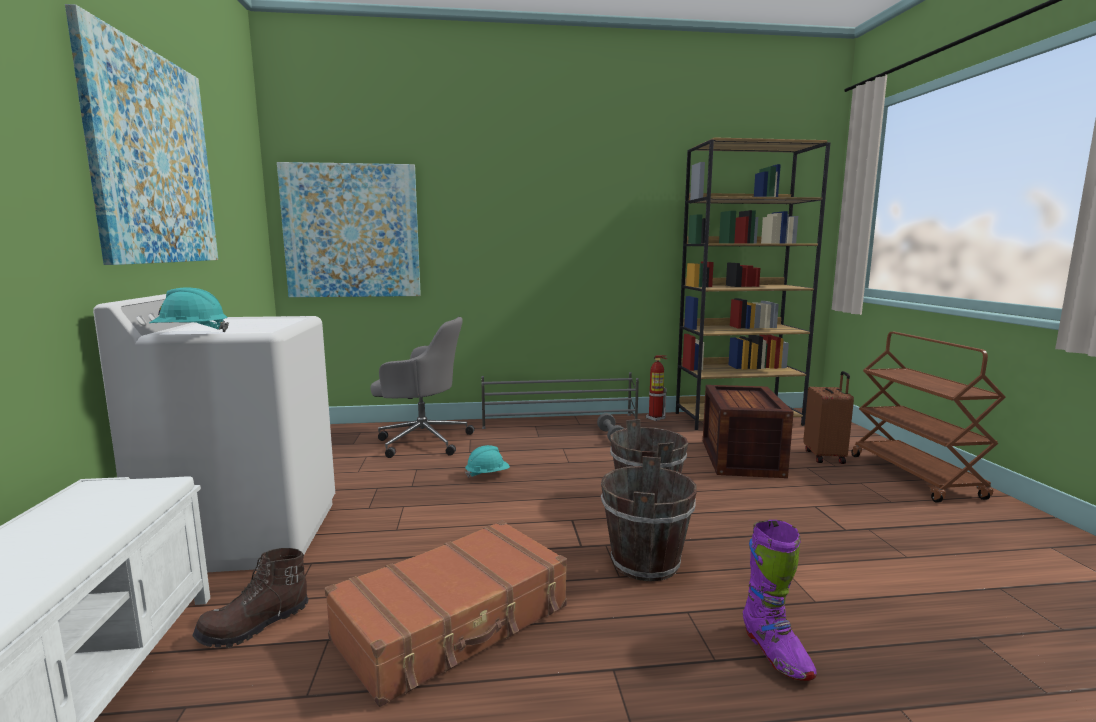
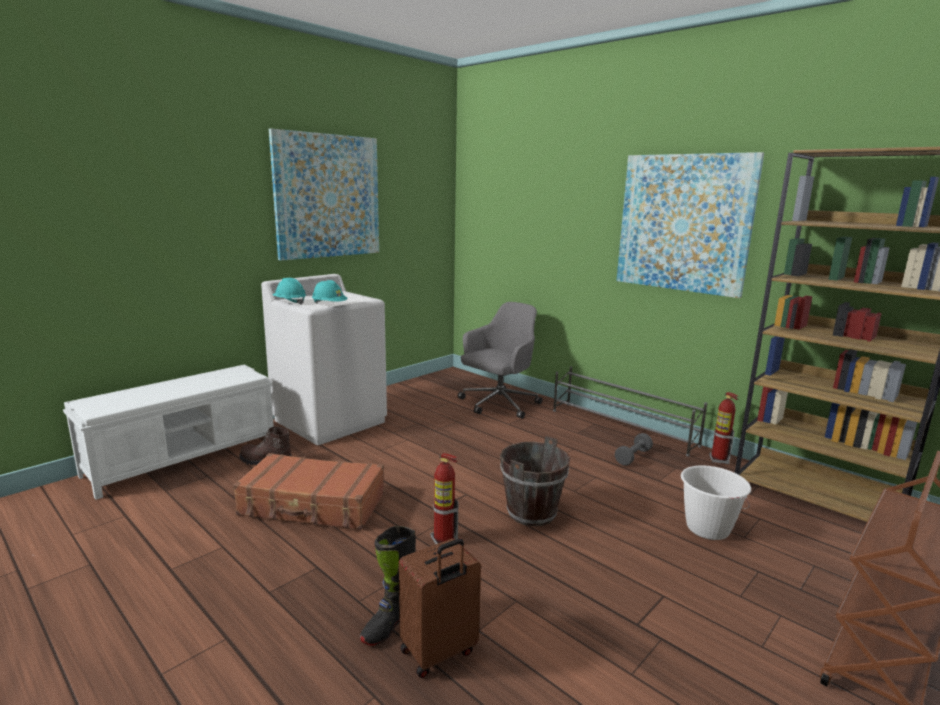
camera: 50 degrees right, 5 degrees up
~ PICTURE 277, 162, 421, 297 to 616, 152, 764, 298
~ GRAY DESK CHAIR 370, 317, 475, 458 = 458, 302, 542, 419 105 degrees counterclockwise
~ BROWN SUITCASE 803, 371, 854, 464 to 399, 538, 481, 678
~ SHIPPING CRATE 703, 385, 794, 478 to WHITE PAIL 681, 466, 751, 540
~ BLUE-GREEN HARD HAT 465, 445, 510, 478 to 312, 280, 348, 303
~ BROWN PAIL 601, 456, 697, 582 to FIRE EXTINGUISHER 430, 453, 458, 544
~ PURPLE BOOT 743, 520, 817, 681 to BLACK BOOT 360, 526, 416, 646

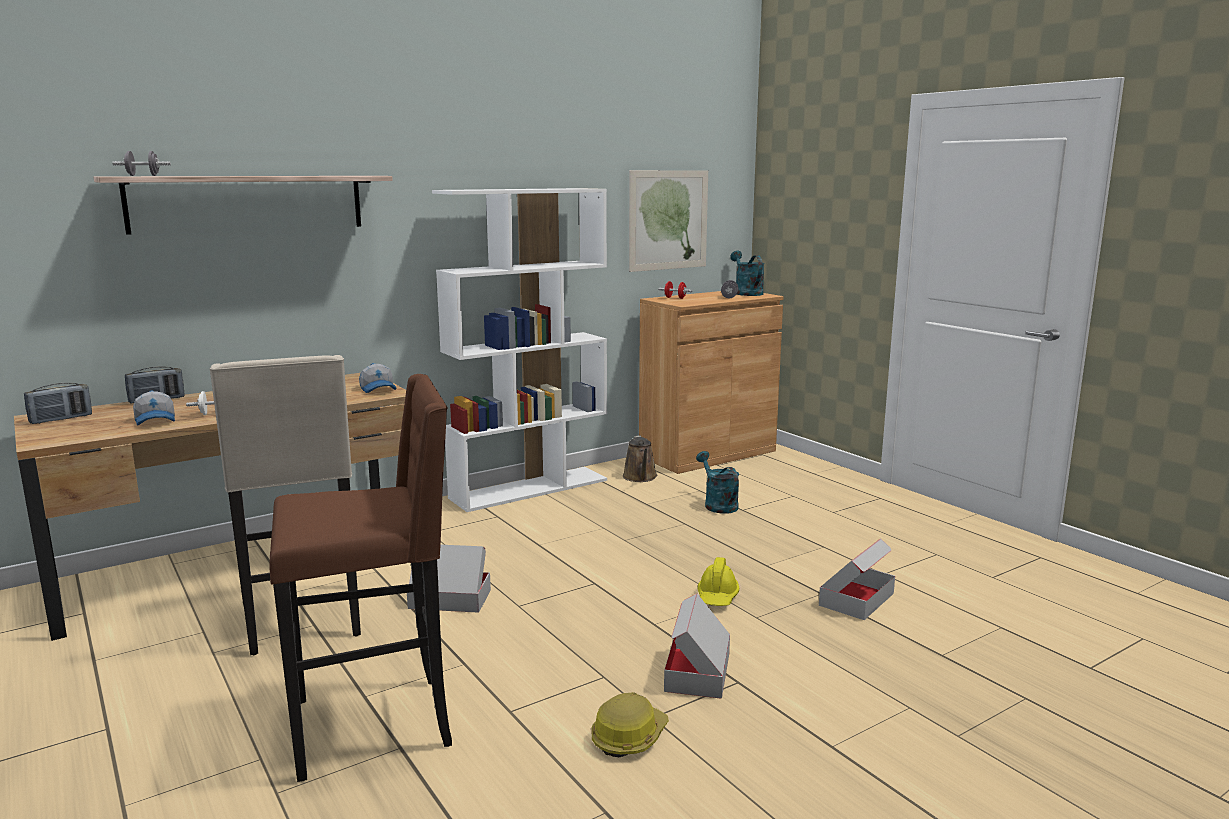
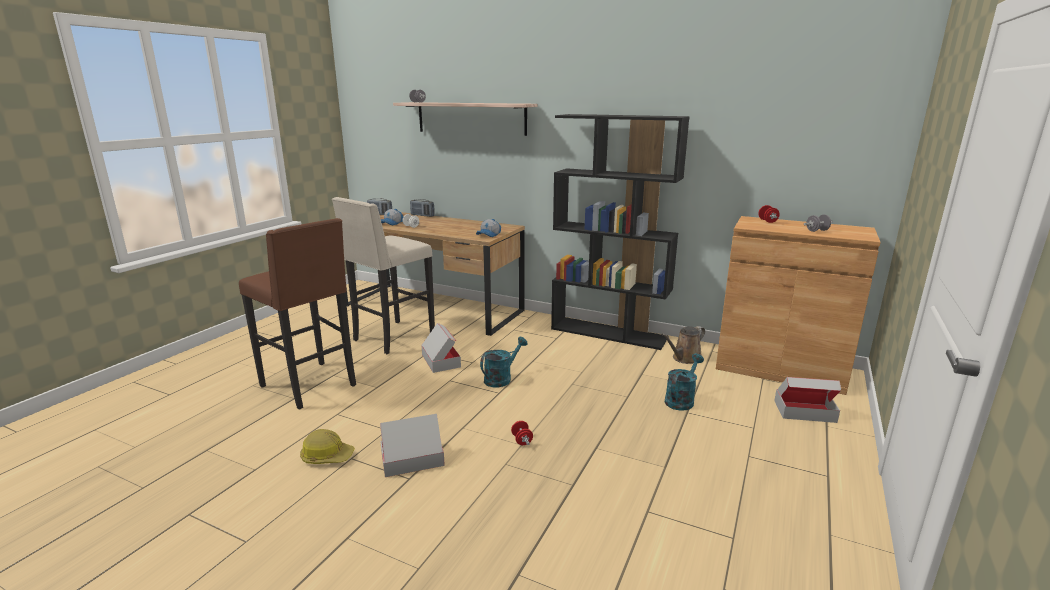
camera: 60 degrees right, 5 degrees up
- PICTURE 629, 170, 708, 272
~ WHITE BOOKCASE 432, 188, 607, 512 to BLACK BOOKCASE 551, 114, 690, 350
~ BLUE-GREEN WATERING POT 730, 250, 765, 296 to 480, 337, 528, 387
~ CARDBOARD BOX 819, 538, 895, 620 to 774, 377, 841, 423
~ YELLOWISH HARD HAT 697, 557, 739, 606 to REDDISH FREE WEIGHT 511, 421, 533, 445

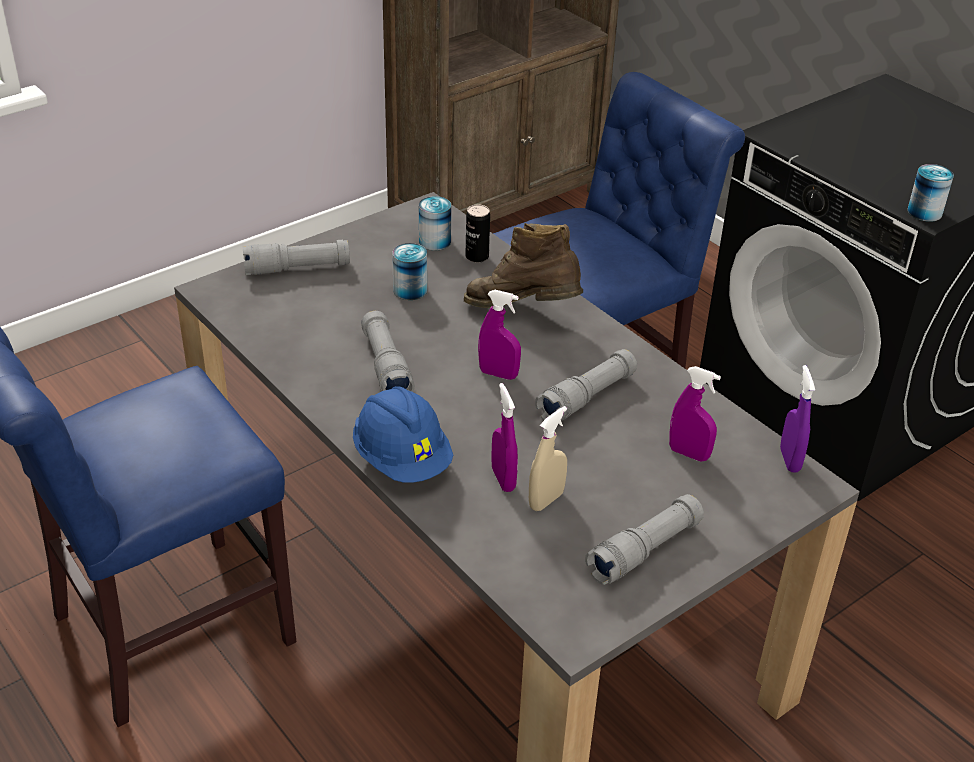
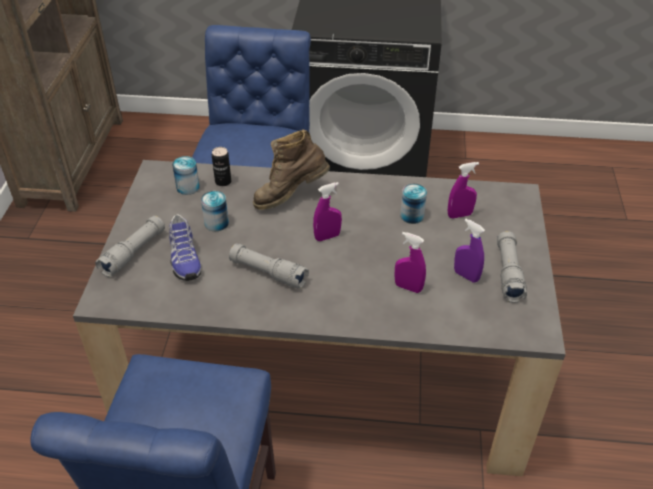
camera: 45 degrees left, 5 degrees up
~ CAN 907, 164, 954, 222 to 400, 184, 427, 224
- GRAY TORCH 535, 349, 637, 421
~ PURPLE SPRAY BOTTLE 780, 365, 815, 472 to 454, 219, 485, 283
- BLUE-COLOURED HARD HAT 353, 386, 453, 483
- SAND-COLOURED SPRAY BOTTLE 529, 406, 567, 511
+ LOW SHOE 169, 214, 201, 281

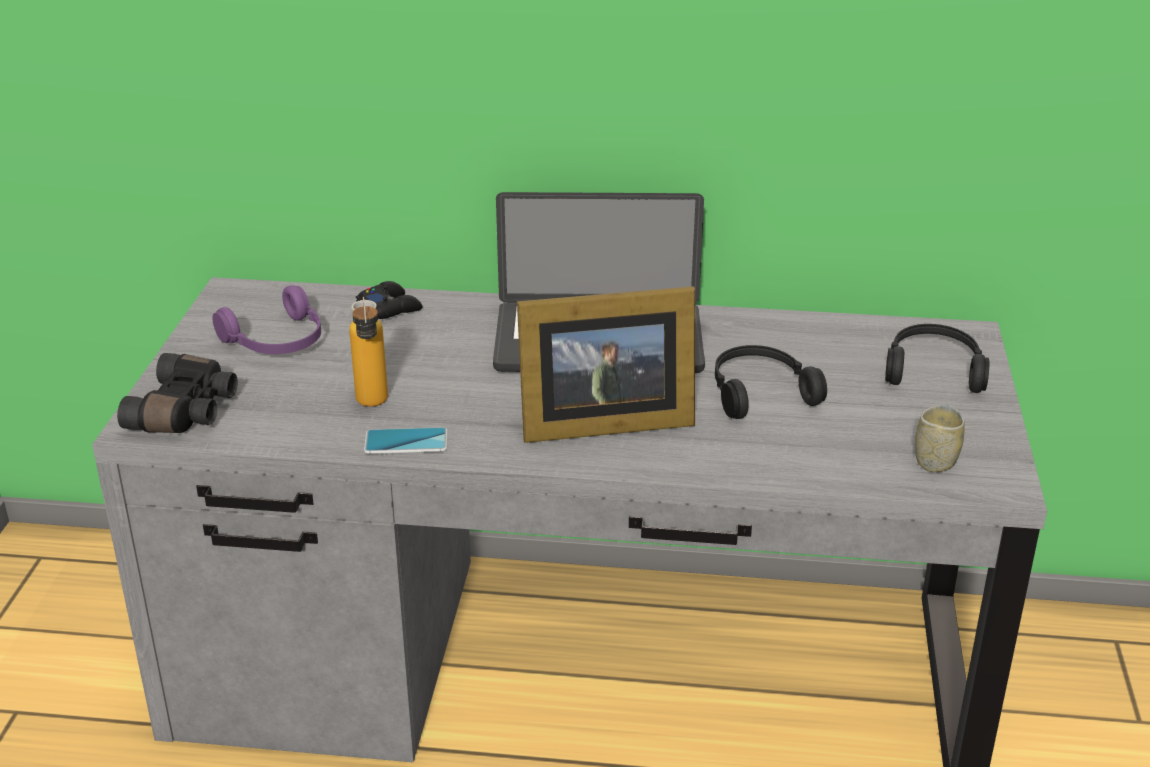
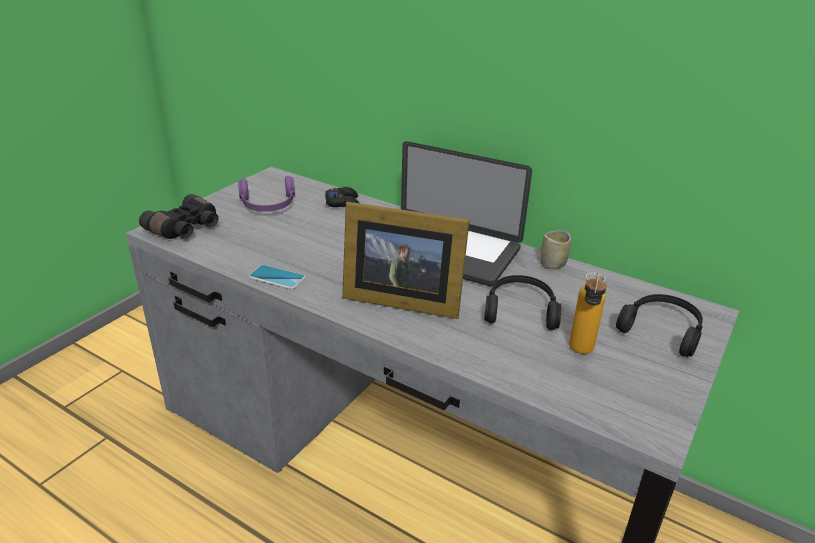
camera: 25 degrees right, 0 degrees up
~ DRINK BOTTLE 349, 297, 388, 407 to 569, 272, 607, 354
~ SMALL CUP 915, 405, 965, 473 to 541, 230, 571, 269

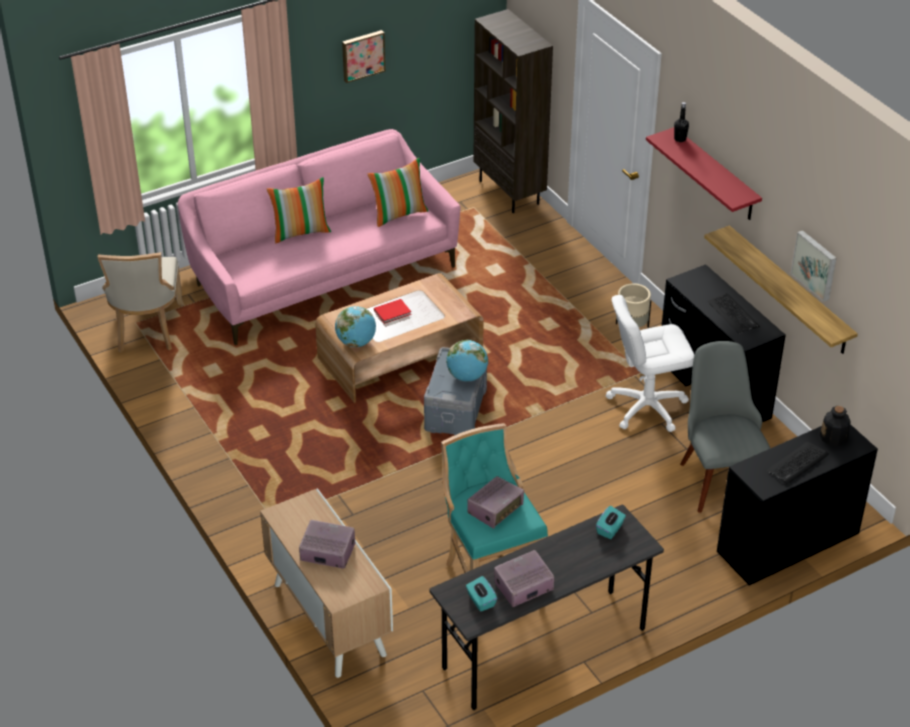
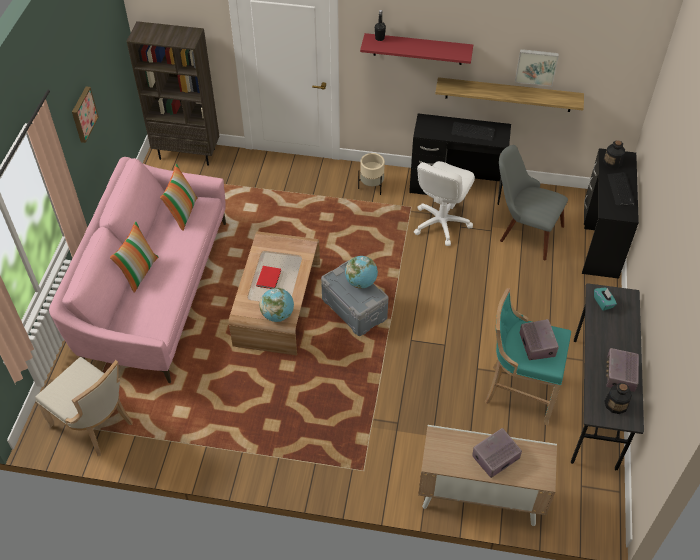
camera: 50 degrees left, 10 degrees up
~ BLUE-GREEN TISSUE HOLDER 466, 576, 497, 612 to DRINK BOTTLE 604, 383, 632, 414

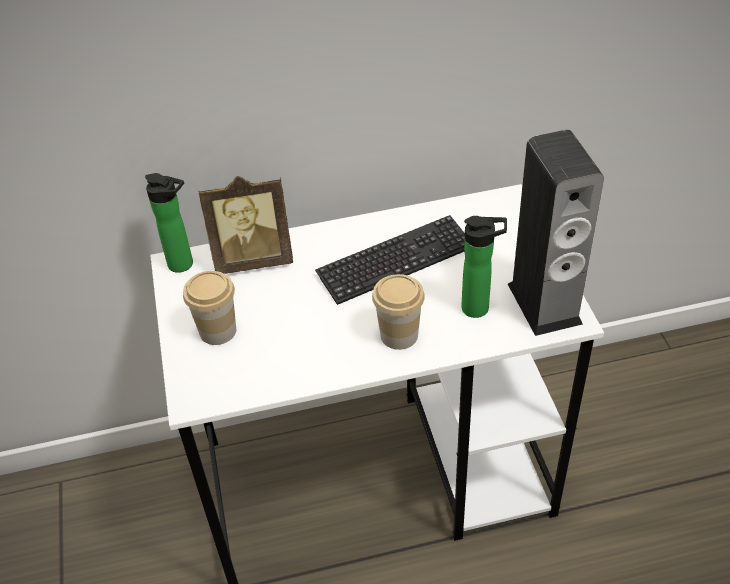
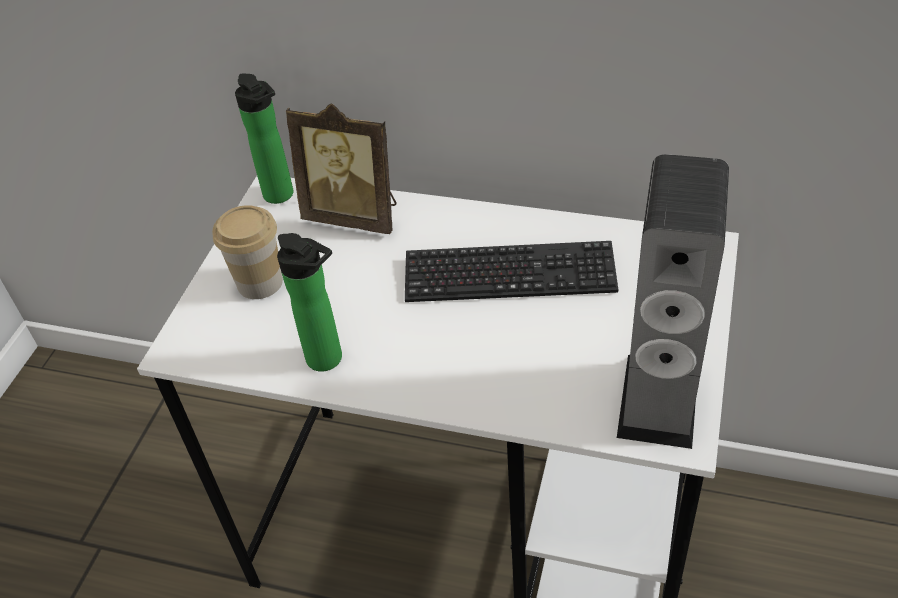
camera: 30 degrees right, 0 degrees up
~ DRINK BOTTLE 461, 216, 507, 318 to 277, 233, 342, 372
- SMALL CUP 372, 274, 425, 350

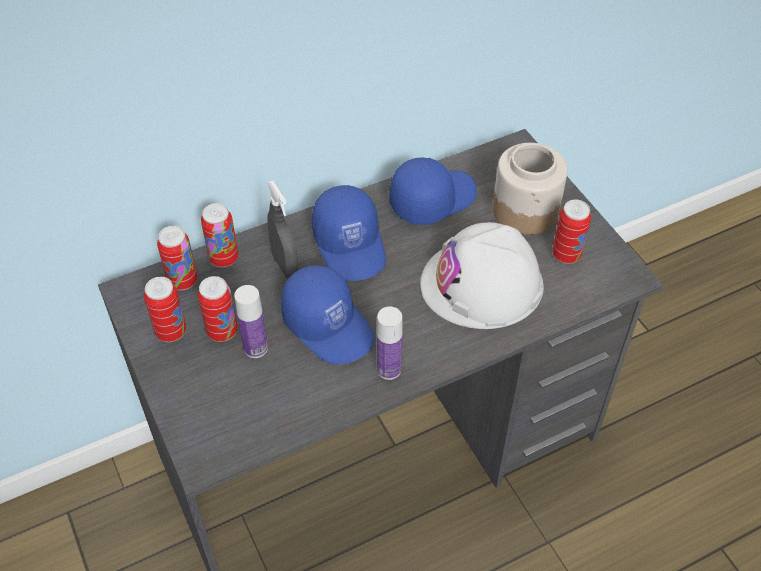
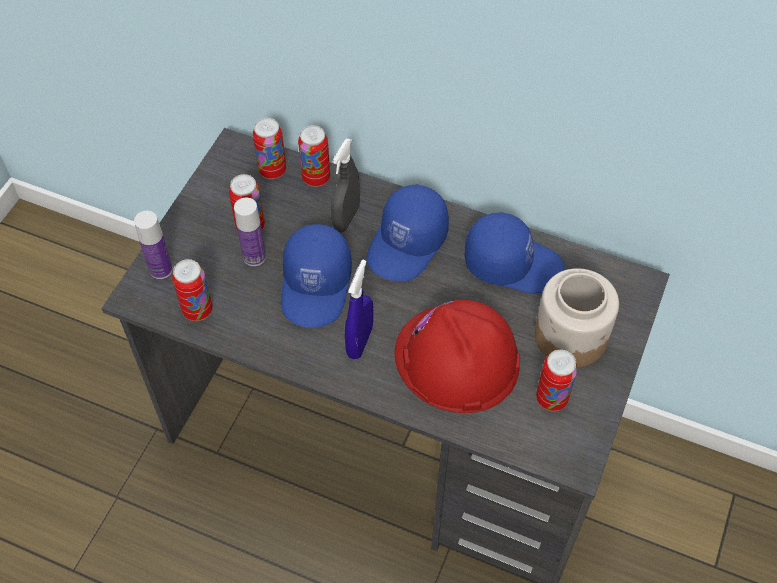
camera: 50 degrees right, 5 degrees up
~ WHITE HARD HAT 420, 222, 544, 329 to REDDISH HARD HAT 395, 300, 520, 413
~ CAN 144, 277, 186, 342 to 172, 259, 213, 321
~ DRINK BOTTLE 377, 307, 403, 380 to 134, 211, 173, 279
+ BLUE-COLOURED SPRAY BOTTLE 345, 260, 373, 359

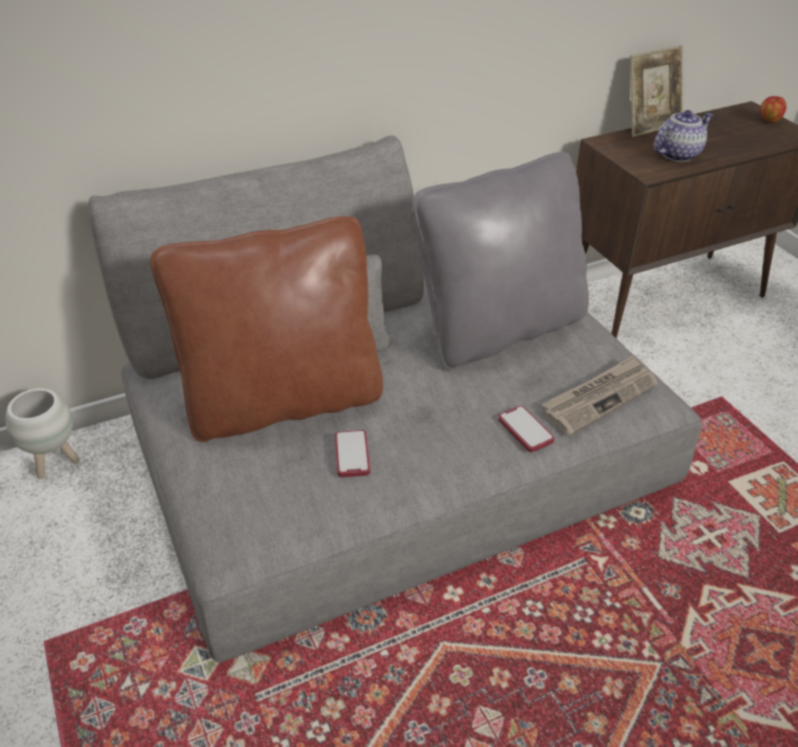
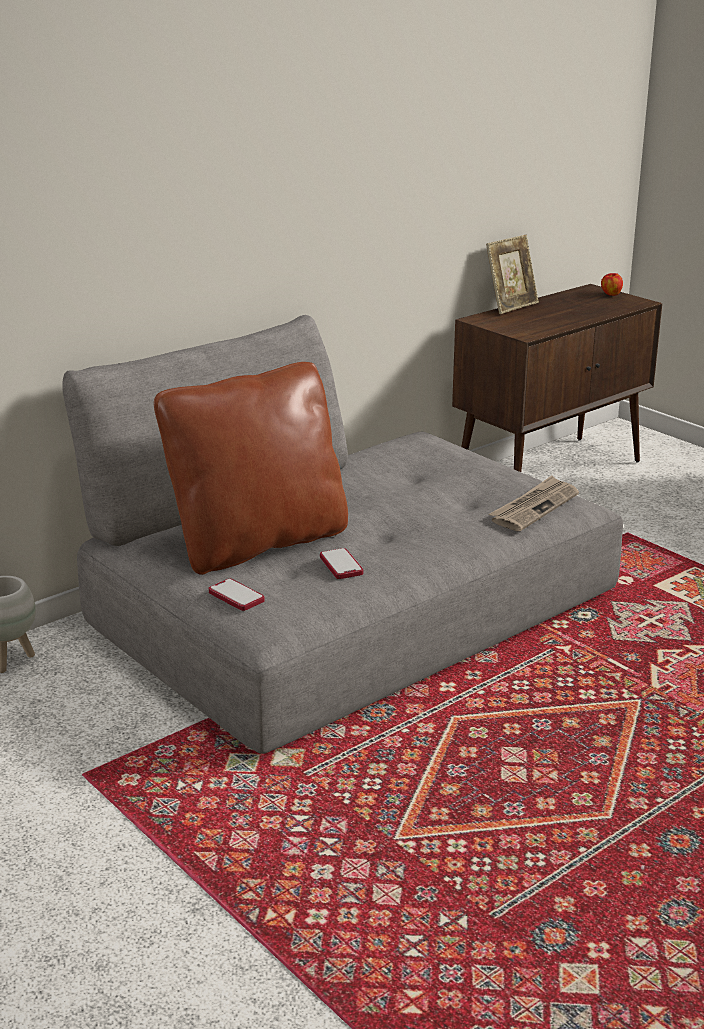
camera: 15 degrees left, 15 degrees down
- TEAPOT 654, 110, 713, 162
- GRAY PILLOW 412, 152, 589, 370
~ PHONE 498, 406, 554, 452 to 208, 579, 265, 611

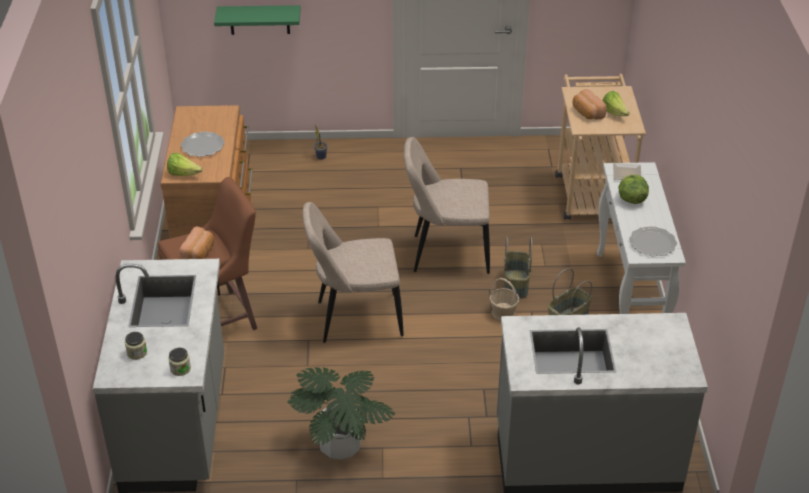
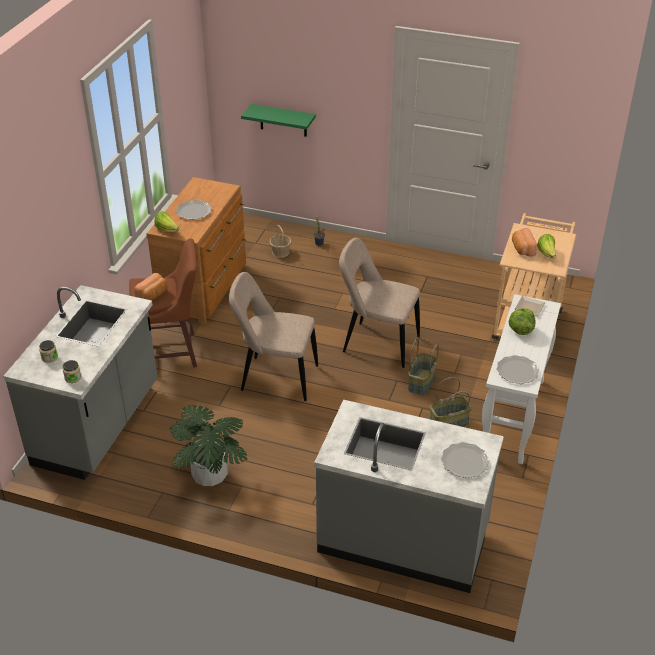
camera: 20 degrees right, 0 degrees up
~ STORAGE BASKET 489, 278, 519, 320 to 269, 225, 291, 258
+ FLAT DISH 441, 442, 490, 478

